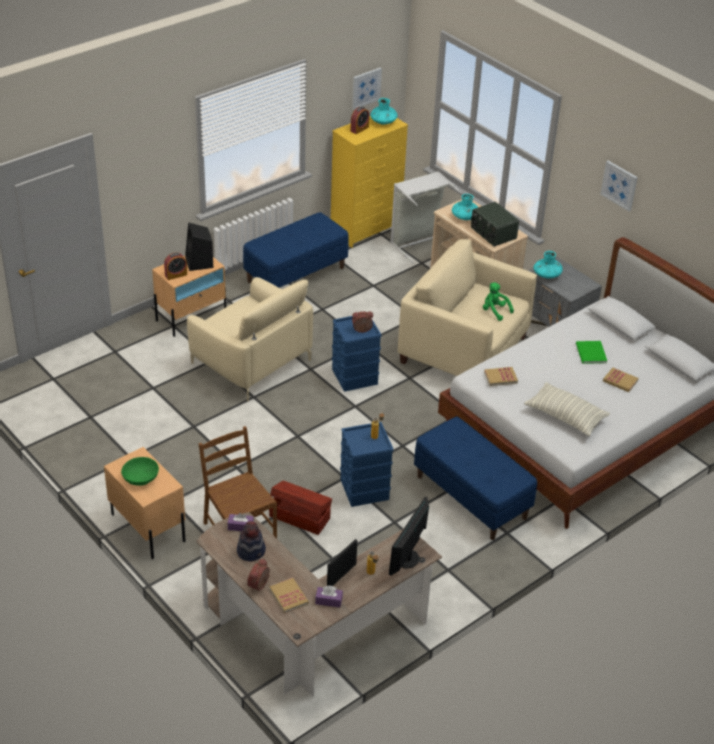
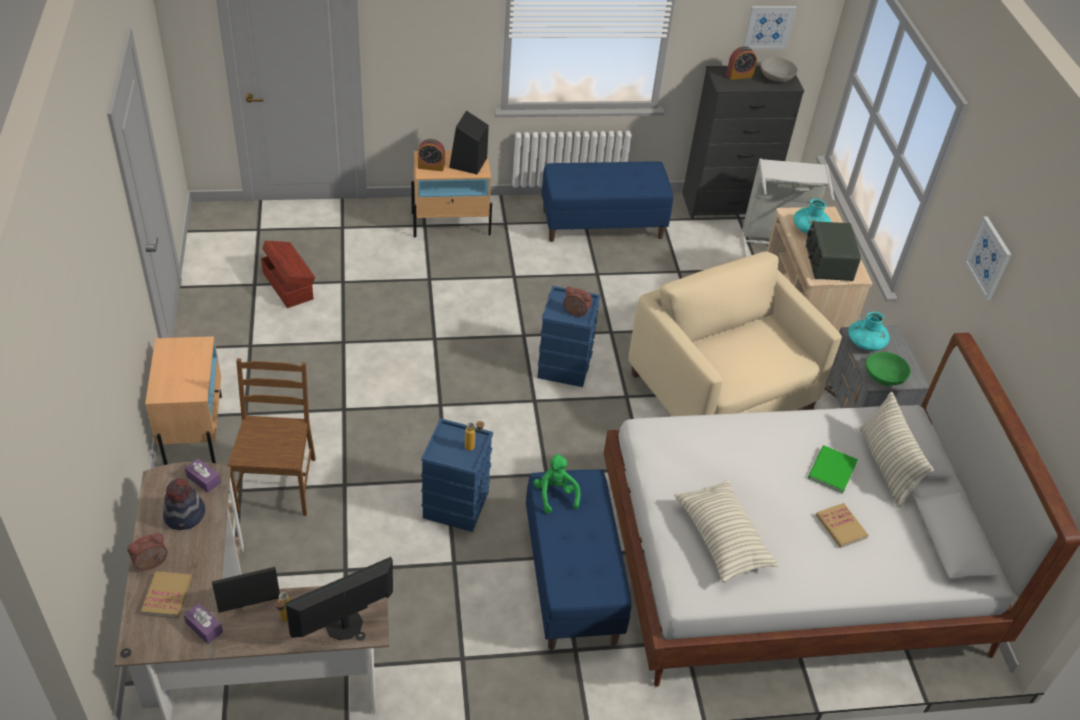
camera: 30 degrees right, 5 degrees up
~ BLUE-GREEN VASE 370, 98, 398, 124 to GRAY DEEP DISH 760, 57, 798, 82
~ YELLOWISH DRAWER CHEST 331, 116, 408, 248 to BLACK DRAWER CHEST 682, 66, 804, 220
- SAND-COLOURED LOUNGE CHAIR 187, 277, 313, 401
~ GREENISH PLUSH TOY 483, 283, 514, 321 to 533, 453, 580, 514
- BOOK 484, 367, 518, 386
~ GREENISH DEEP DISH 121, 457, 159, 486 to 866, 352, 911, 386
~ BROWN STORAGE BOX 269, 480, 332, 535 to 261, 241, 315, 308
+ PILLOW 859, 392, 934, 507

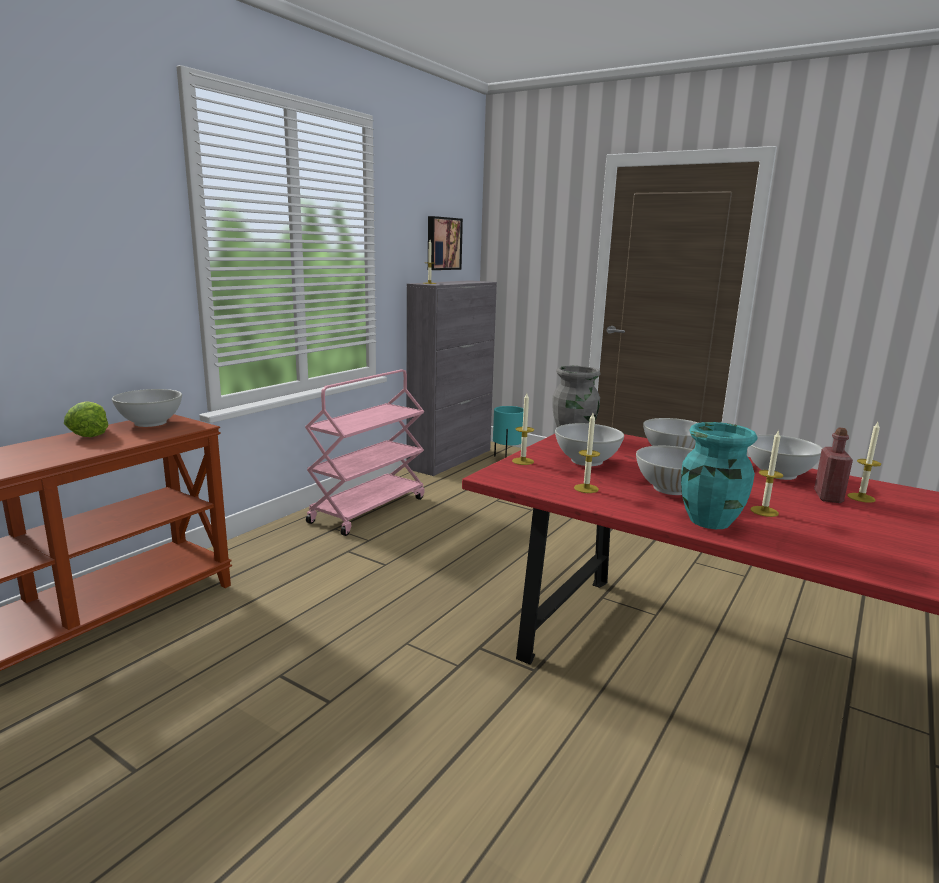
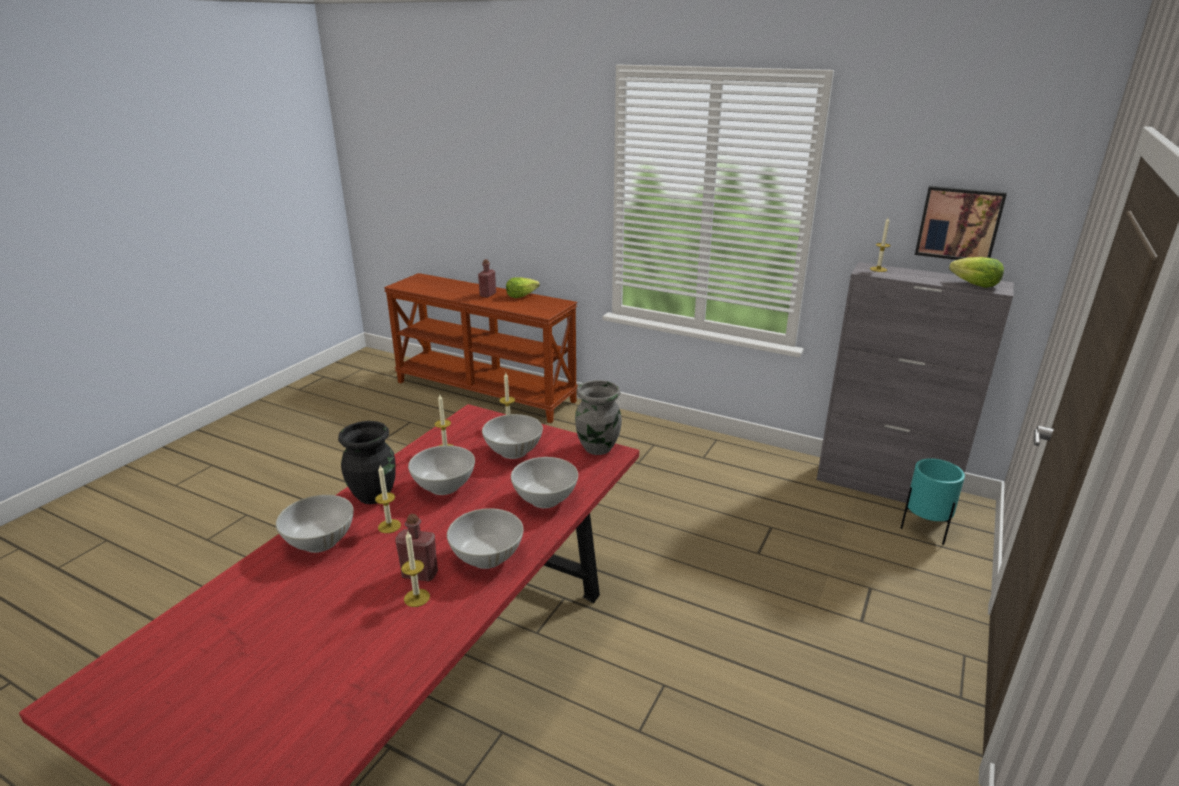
camera: 85 degrees right, 10 degrees up
- PINKISH WHEELED CART 305, 369, 425, 536
~ WHITE DEEP DISH 112, 389, 182, 427 to 276, 495, 354, 553
~ BLUE-GREEN VASE 681, 422, 757, 529 to BLACK VASE 338, 421, 396, 504
+ LETTUCE HEAD 949, 257, 1004, 288
+ REDDISH DRINK BOTTLE 478, 259, 496, 298

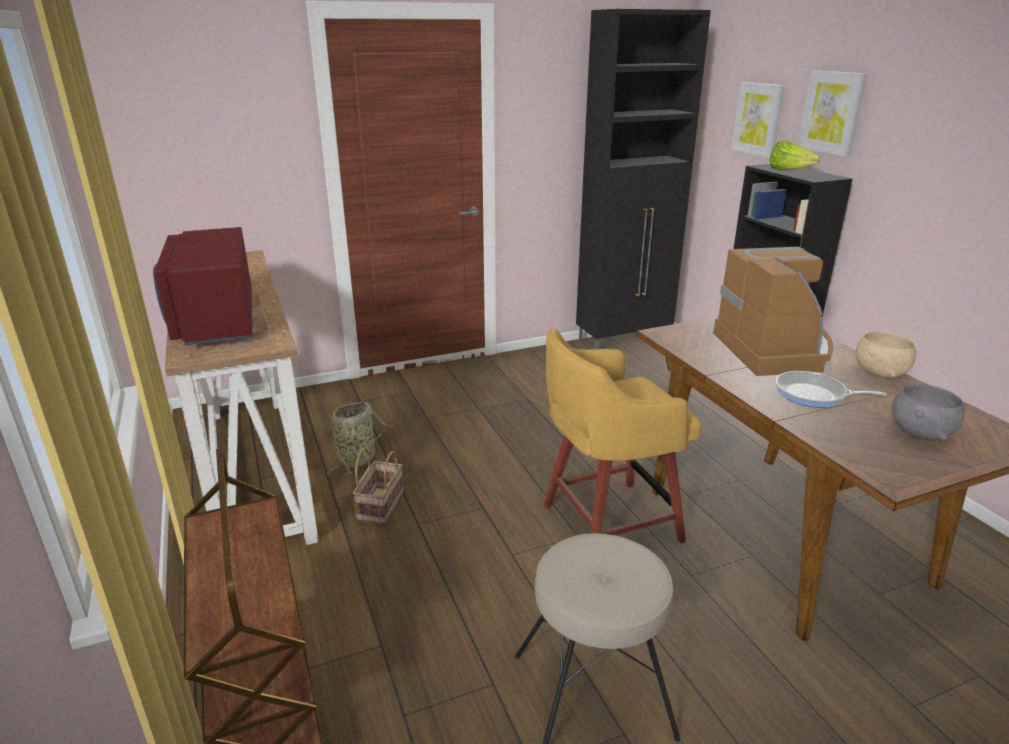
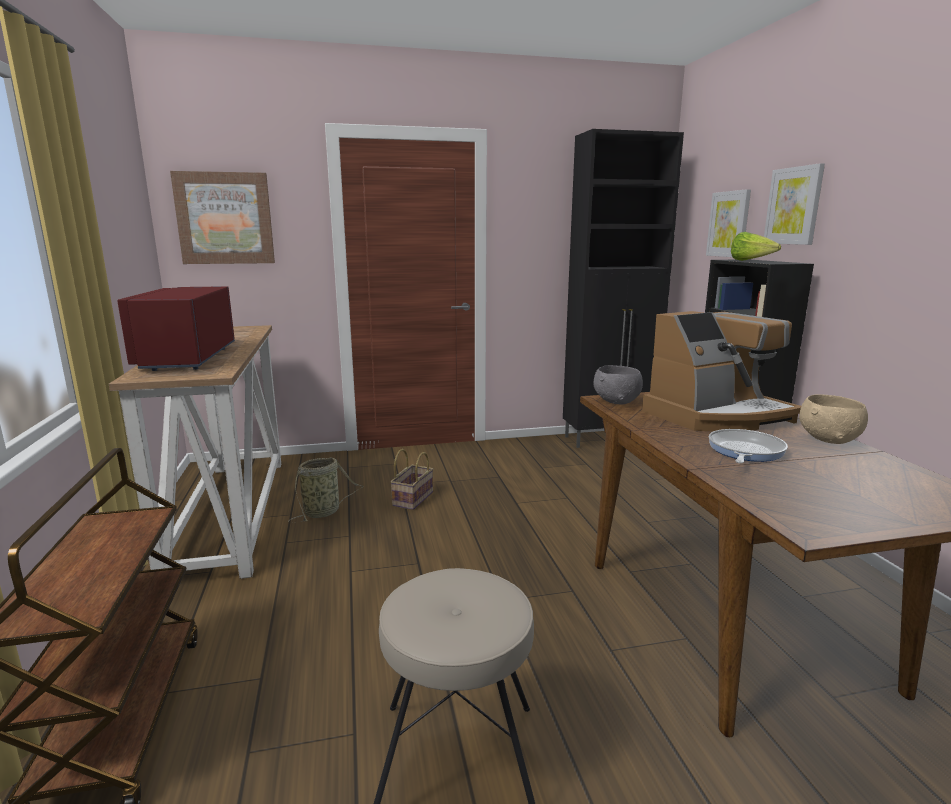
camera: 10 degrees right, 10 degrees down
~ COFFEE MACHINE 713, 247, 833, 376 = 642, 311, 801, 431 60 degrees clockwise
- YELLOWISH STOOL SEAT 544, 328, 702, 543
~ PAN 776, 371, 887, 408 = 709, 429, 788, 464 90 degrees clockwise
~ GRAY DEEP DISH 892, 384, 965, 440 to 593, 365, 643, 404
~ STORAGE BASKET 353, 448, 404, 524 to 390, 449, 433, 510
+ PICTURE 170, 171, 275, 264

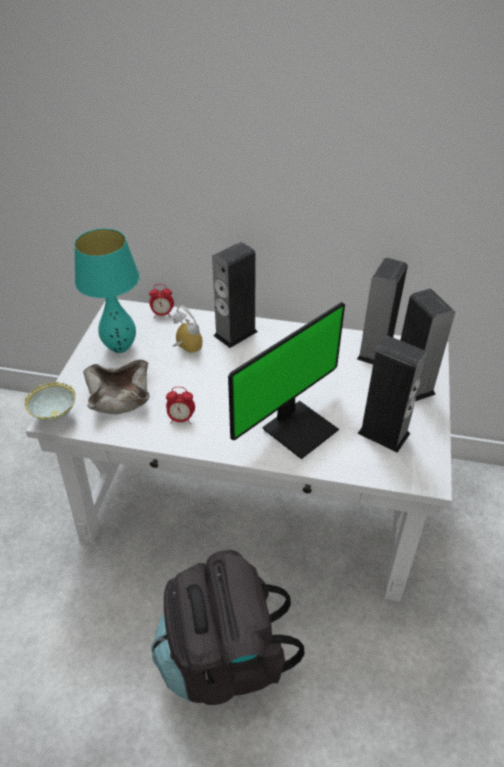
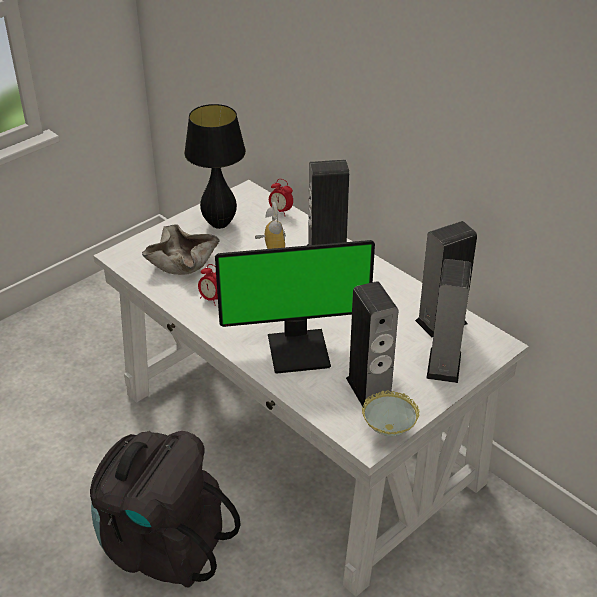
camera: 35 degrees right, 5 degrees down
~ BLUE-GREEN TABLETOP LAMP 74, 228, 140, 353 to BLACK TABLETOP LAMP 184, 104, 246, 229
~ DEEP DISH 25, 381, 75, 421 to 362, 390, 419, 436

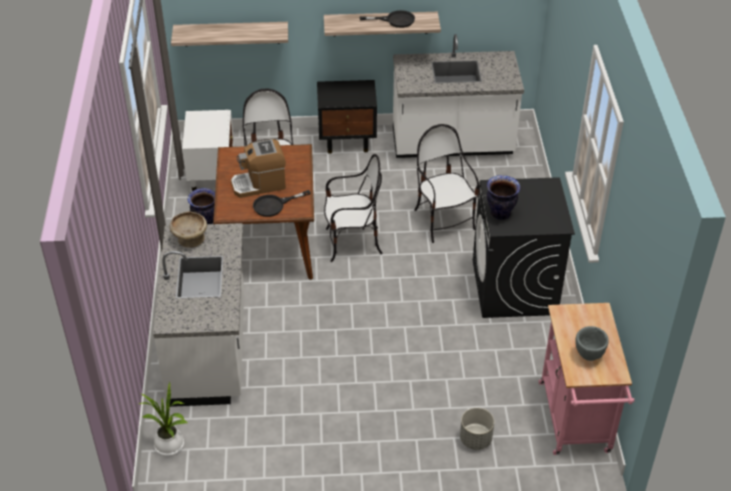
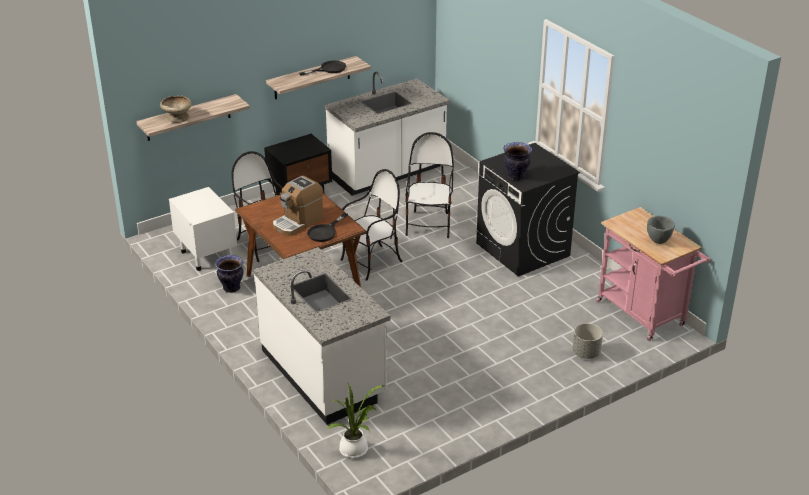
camera: 30 degrees left, 10 degrees down
~ UPRIGHT CHAIR 414, 124, 479, 243 = 405, 132, 454, 238 60 degrees clockwise
~ SAND-COLOURED DEEP DISH 169, 211, 207, 248 to 160, 95, 192, 123

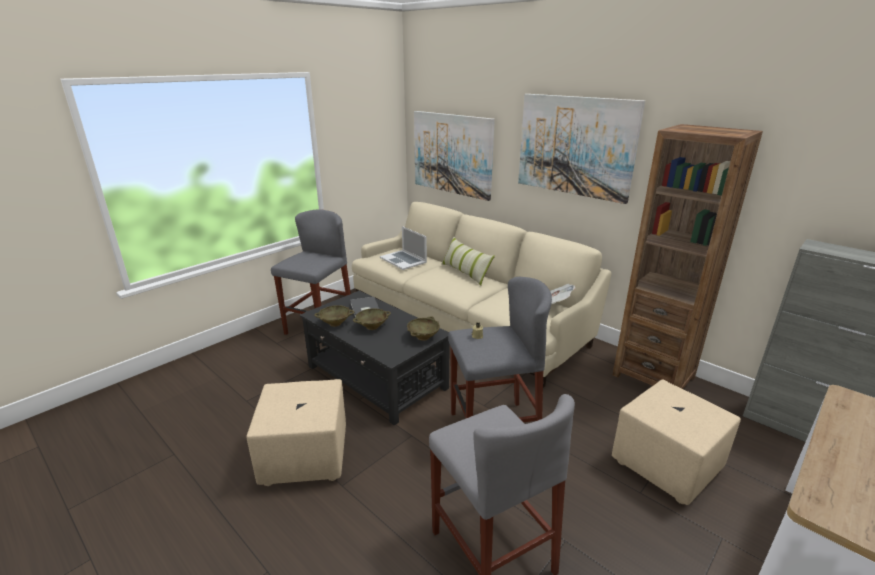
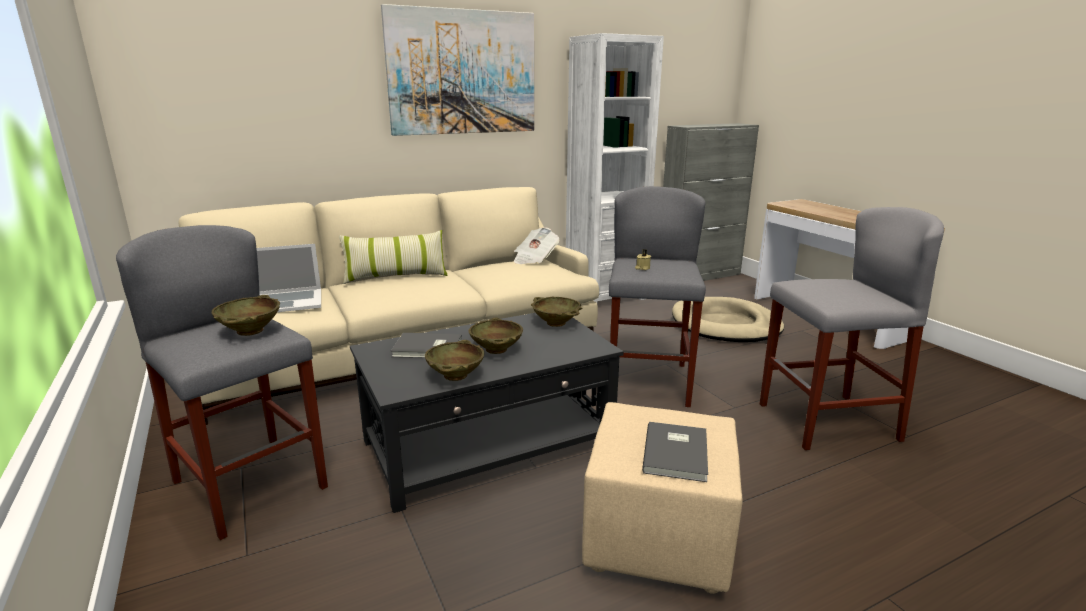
camera: 70 degrees left, 5 degrees down
- PICTURE 414, 111, 495, 201
~ BROWN BOOKCASE 613, 124, 763, 389 to WHITE BOOKCASE 566, 33, 664, 303
~ SAND-COLOURED POUFFE 612, 379, 741, 505 to SAND-COLOURED DOG CUSHION 672, 297, 784, 342
+ SAND-COLOURED DEEP DISH 211, 295, 280, 336
+ GRAY BOOK 642, 422, 708, 482

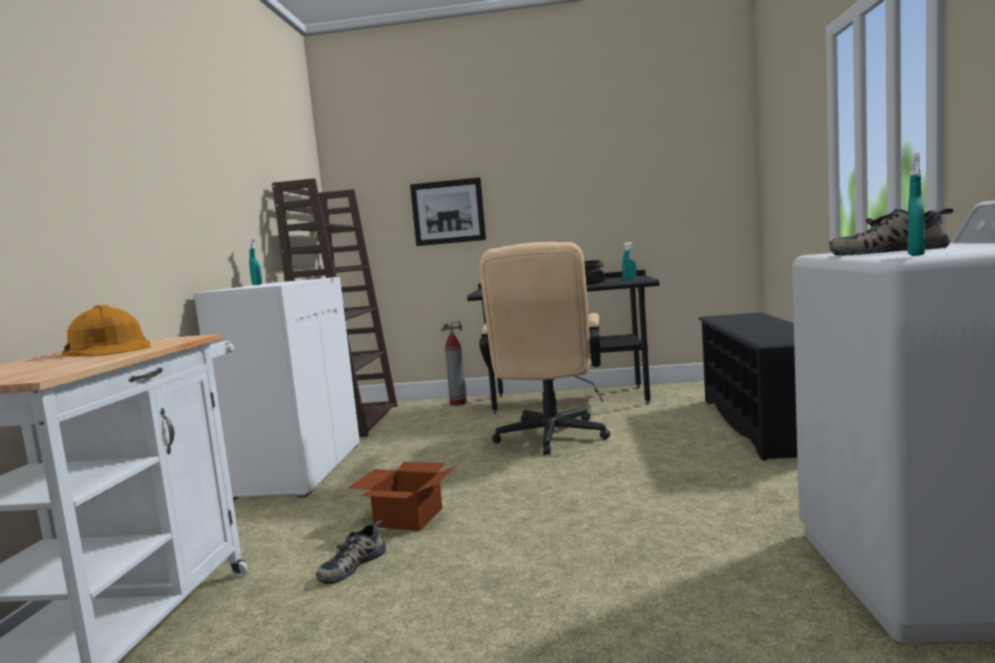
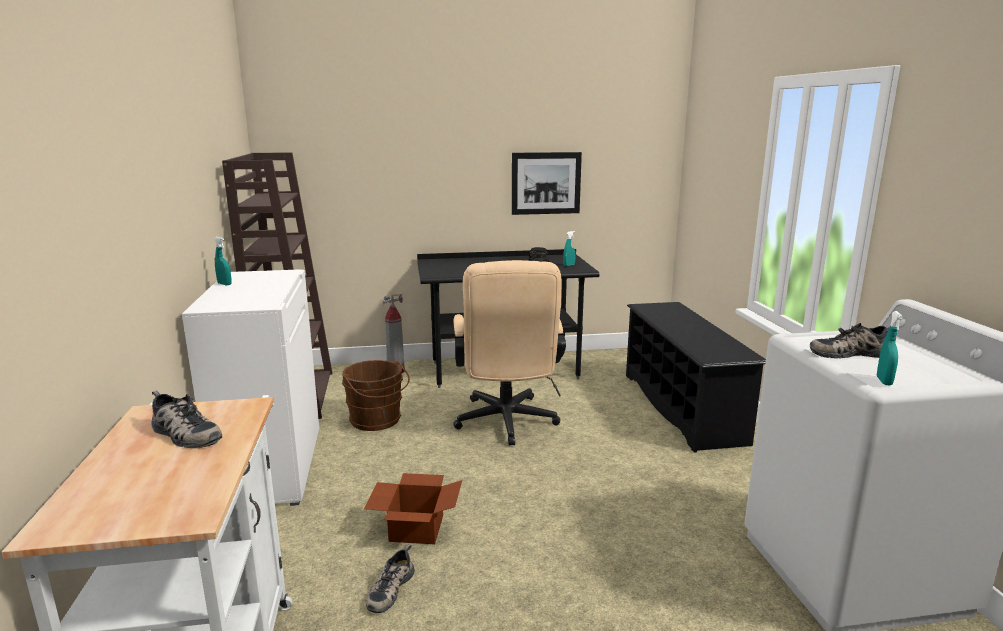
camera: 15 degrees left, 10 degrees up
~ PICTURE 410, 177, 486, 246 to 512, 152, 582, 215
~ ORANGEY HARD HAT 62, 305, 151, 356 to LOW SHOE 151, 391, 222, 448
+ BROWN PAIL 342, 360, 410, 431

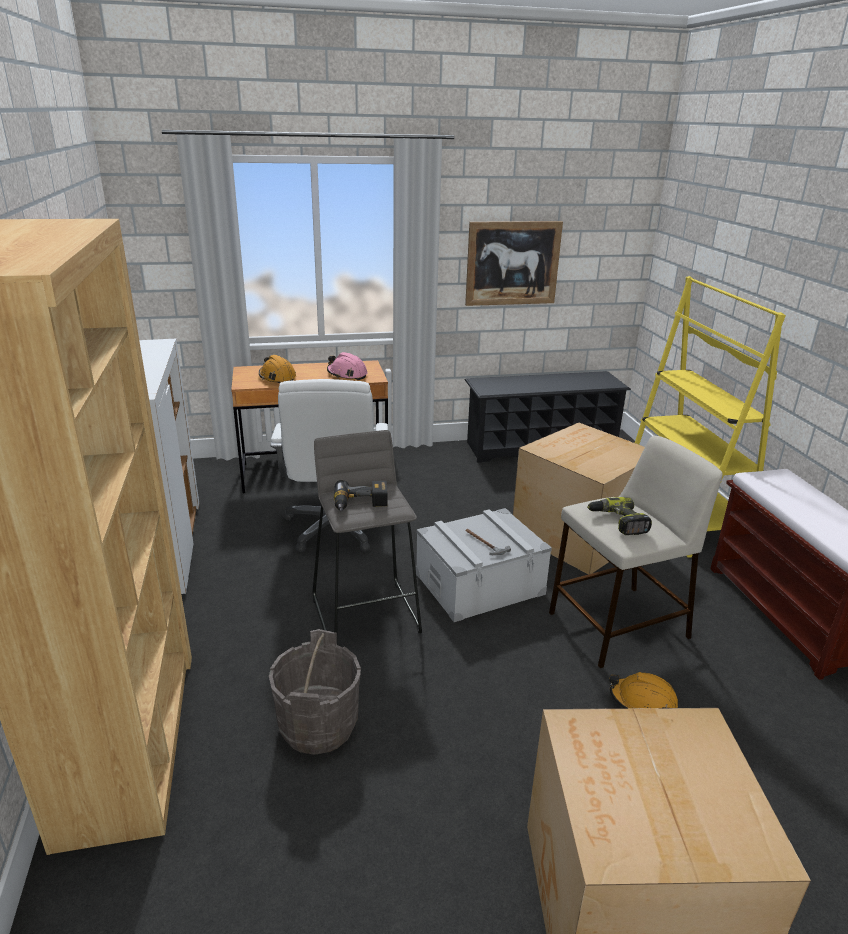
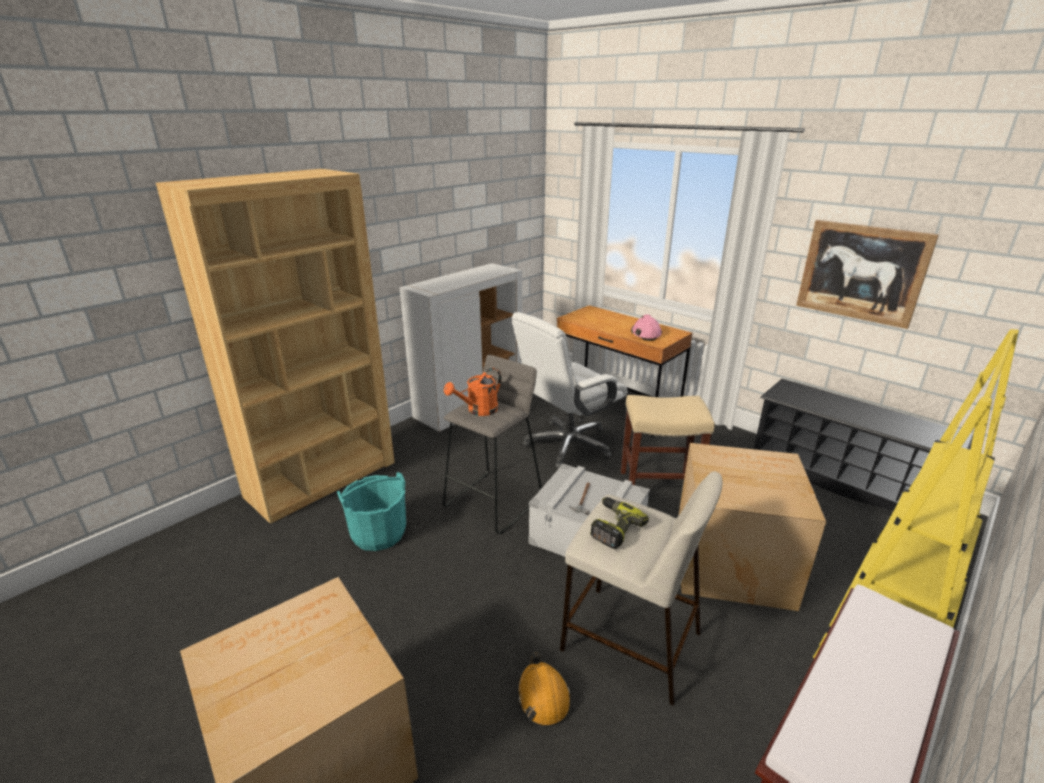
camera: 55 degrees right, 0 degrees up
- ORANGEY HARD HAT 259, 355, 296, 384
~ ELECTRIC DRILL 334, 480, 388, 512 to ORANGEY WATERING POT 444, 368, 501, 416
~ GRAY PAIL 269, 629, 361, 755 to BLUE-GREEN PAIL 337, 472, 406, 551
+ SAND-COLOURED STOOL SEAT 621, 395, 714, 485

